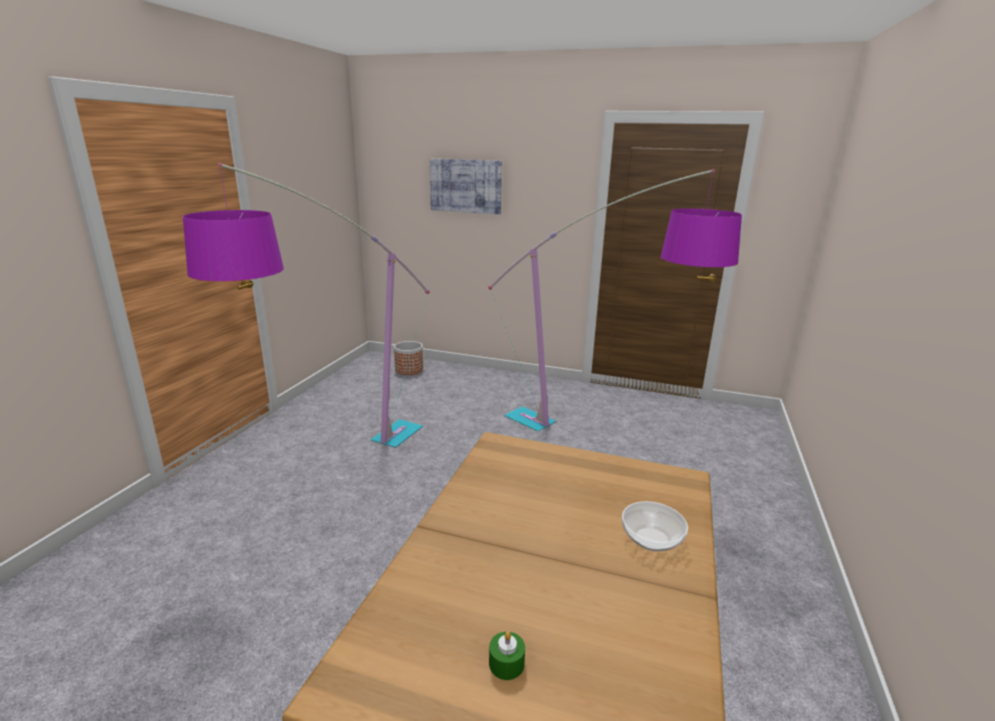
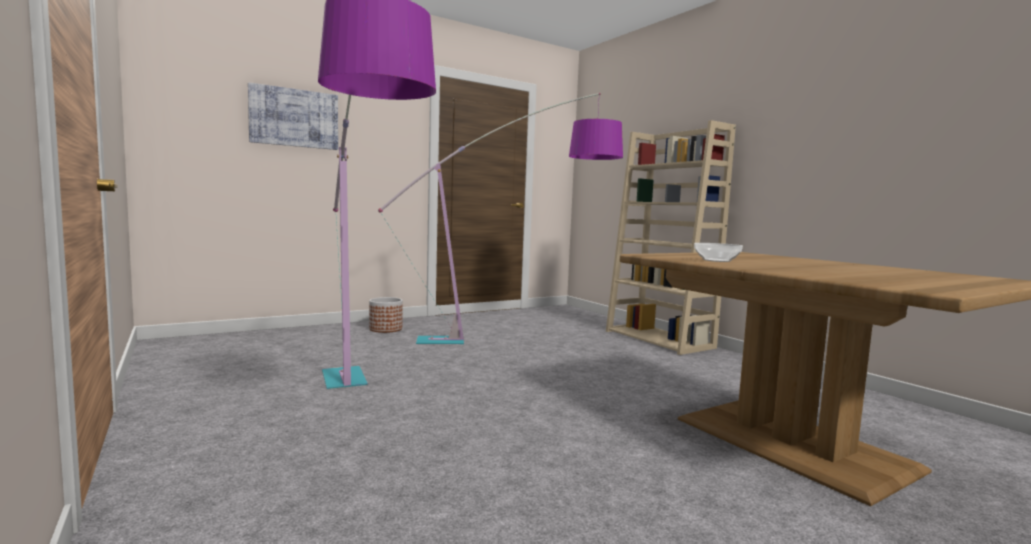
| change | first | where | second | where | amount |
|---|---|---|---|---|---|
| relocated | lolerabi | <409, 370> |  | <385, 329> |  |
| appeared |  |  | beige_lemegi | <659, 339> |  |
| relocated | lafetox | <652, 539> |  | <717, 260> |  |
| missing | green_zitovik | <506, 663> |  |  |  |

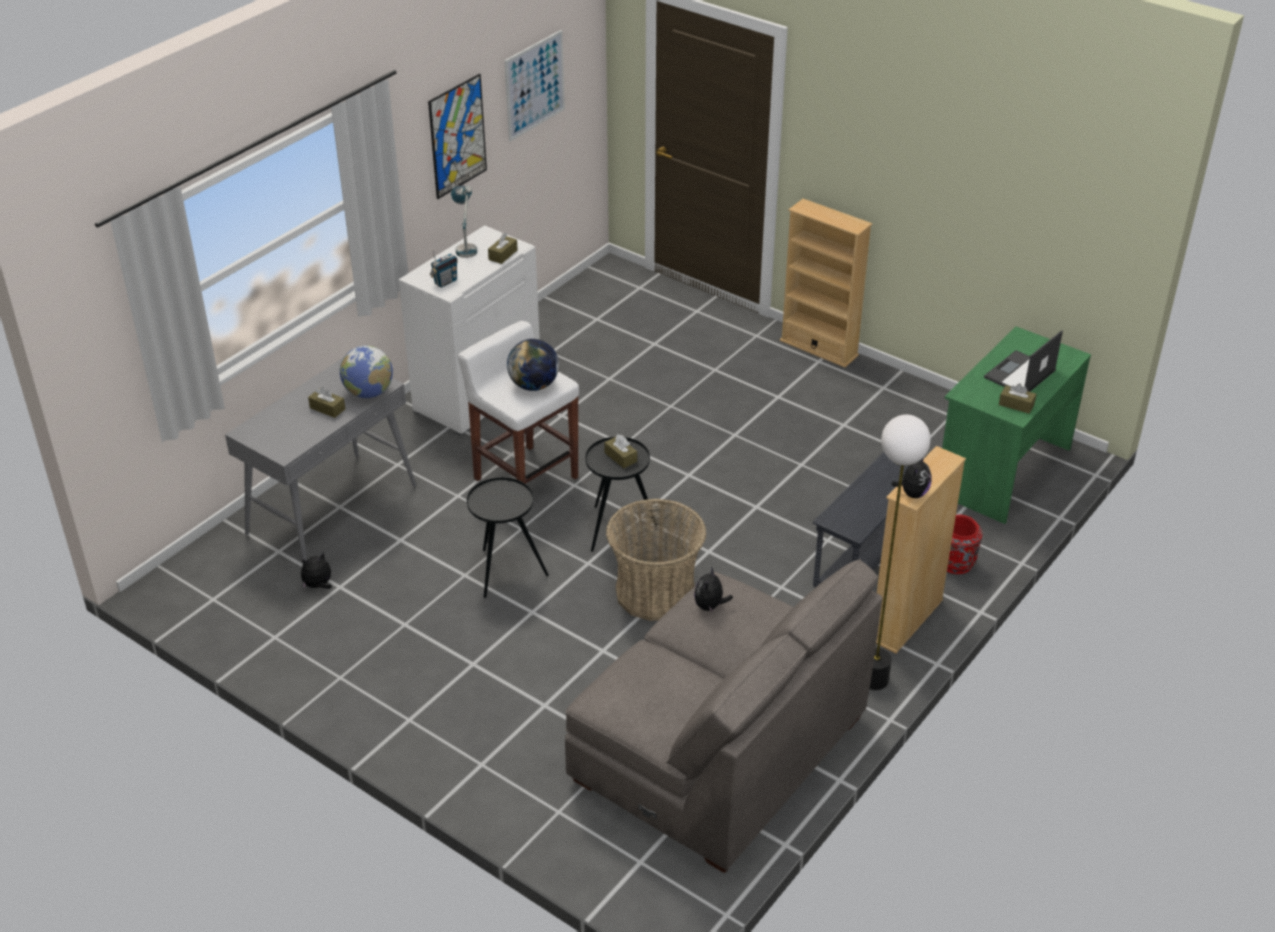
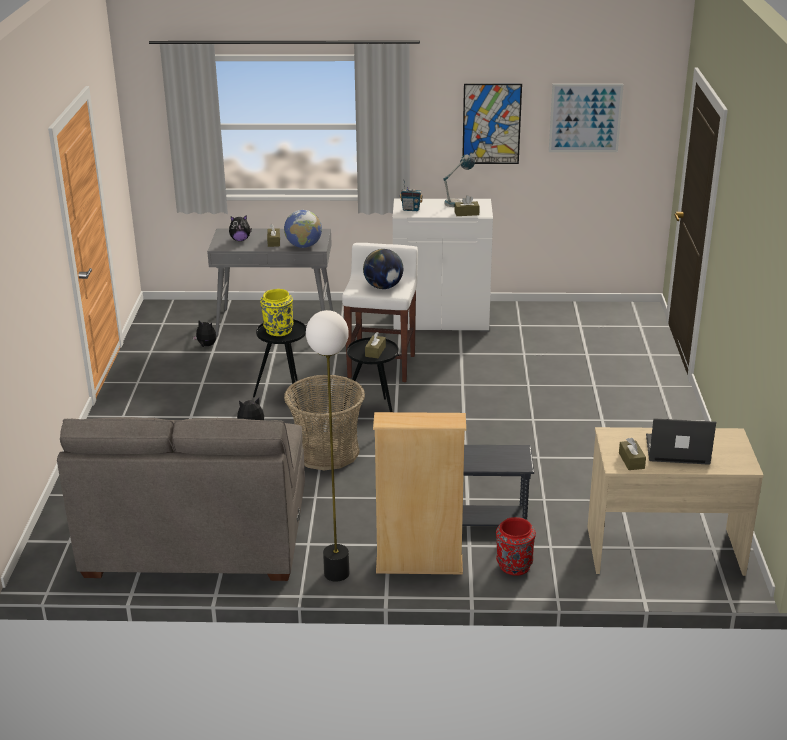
| change | first | where | second | where | amount |
|---|---|---|---|---|---|
| relocated | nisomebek | <912, 493> |  | <240, 240> |  |
| appeared |  |  | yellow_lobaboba | <278, 331> |  |
| colour | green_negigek | <1001, 470> | beige_negigek | <663, 549> |  |
| missing | beige_lemegi | <819, 348> |  |  |  |

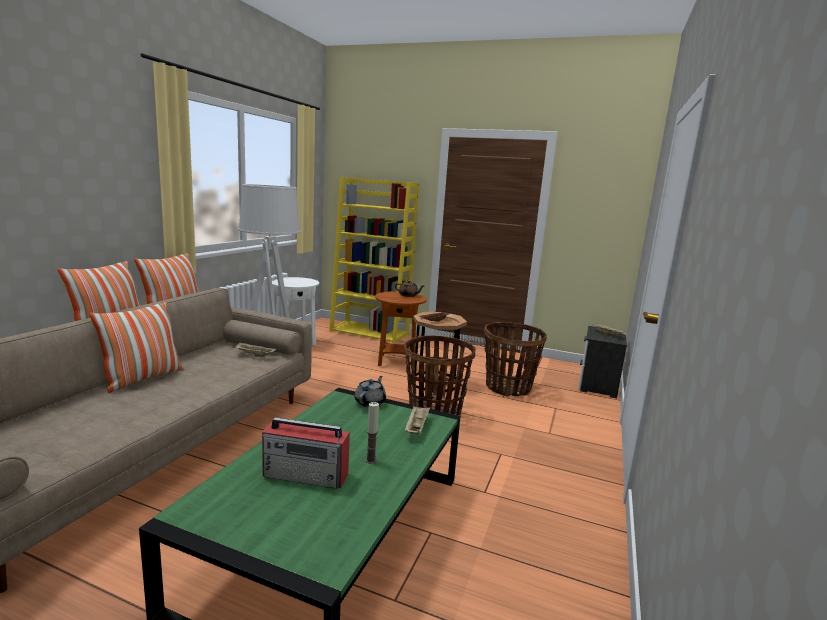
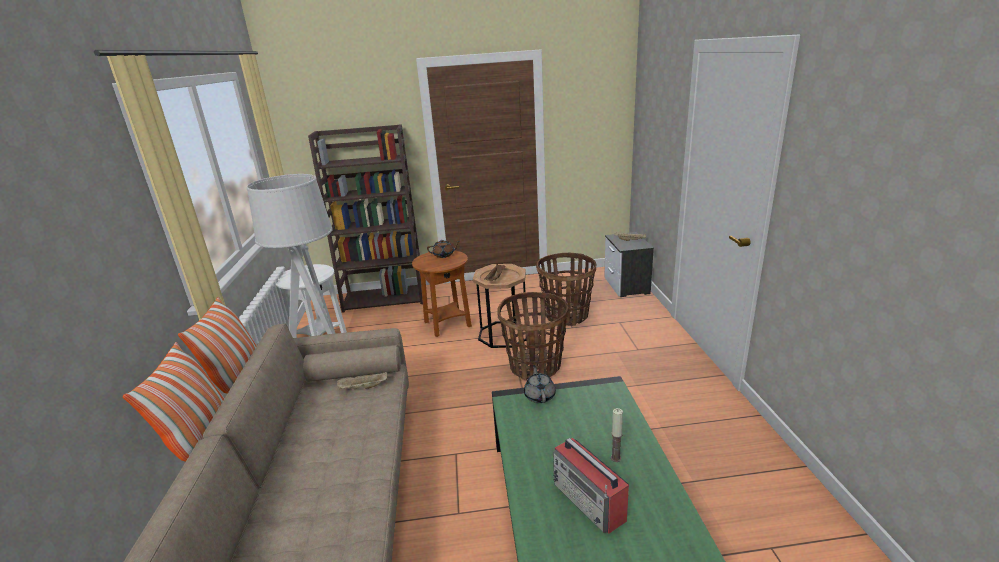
| change | first | where | second | where | amount |
|---|---|---|---|---|---|
| colour | yellow_lemegi | <370, 332> | brown_lemegi | <385, 298> |  |
| spun | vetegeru | <306, 475> |  | <589, 501> | 75 degrees clockwise |
| missing | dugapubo | <143, 378> |  |  |  |
| missing | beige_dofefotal | <416, 428> |  |  |  |

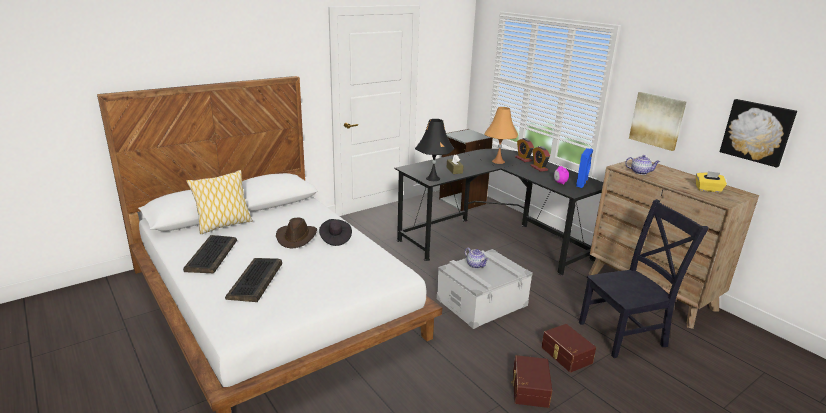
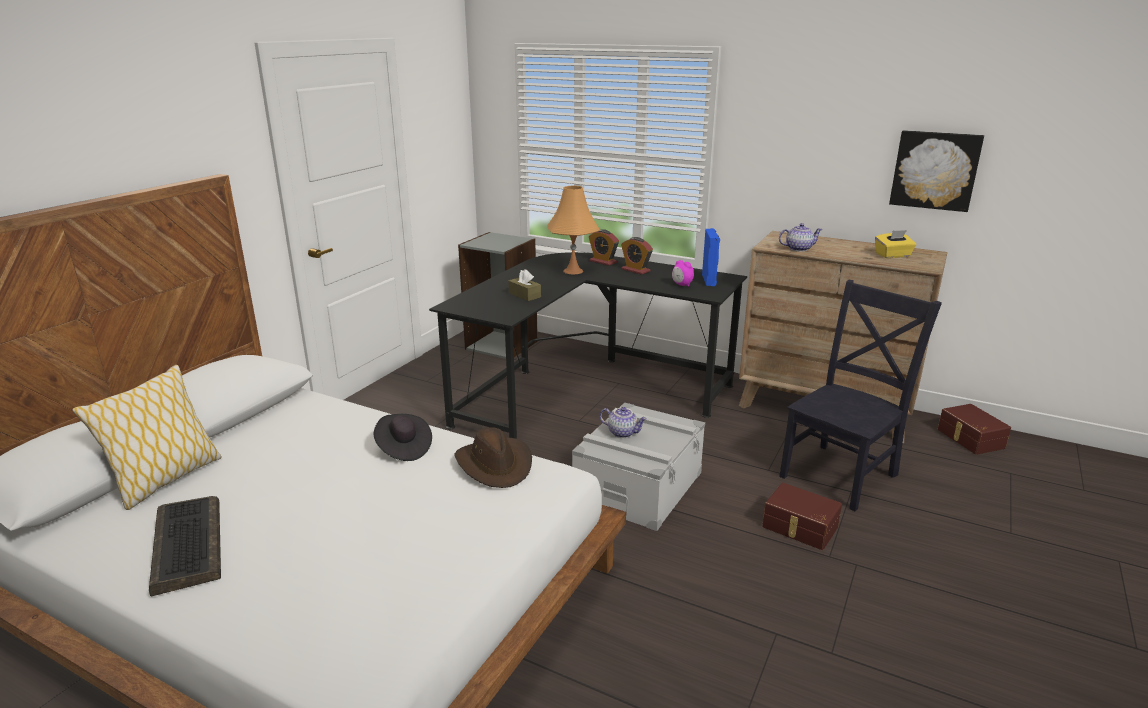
| change | first | where | second | where | amount |
|---|---|---|---|---|---|
| relocated | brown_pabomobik | <296, 237> |  | <495, 465> |  |
| relocated | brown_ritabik | <529, 388> |  | <969, 439> |  |
| missing | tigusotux | <255, 281> |  |  |  |
| missing | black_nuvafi | <433, 178> |  |  |  |
| missing | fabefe | <657, 120> |  |  |  |

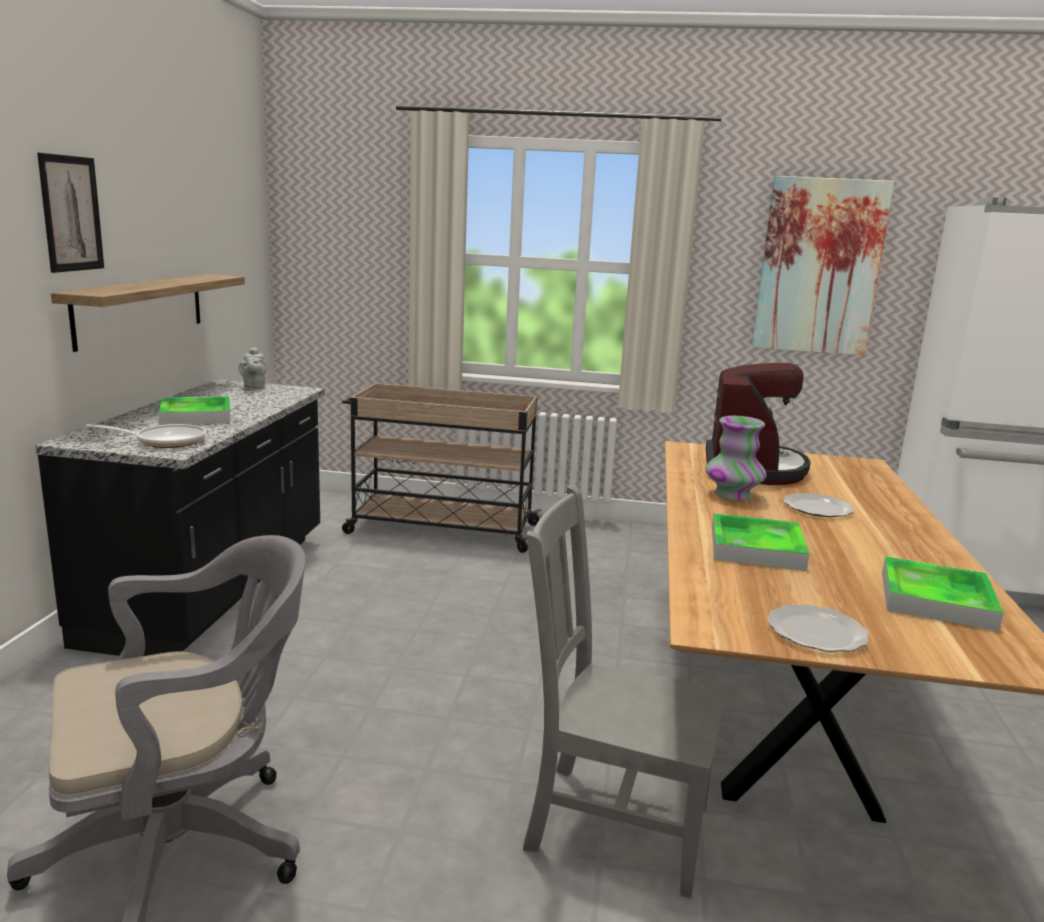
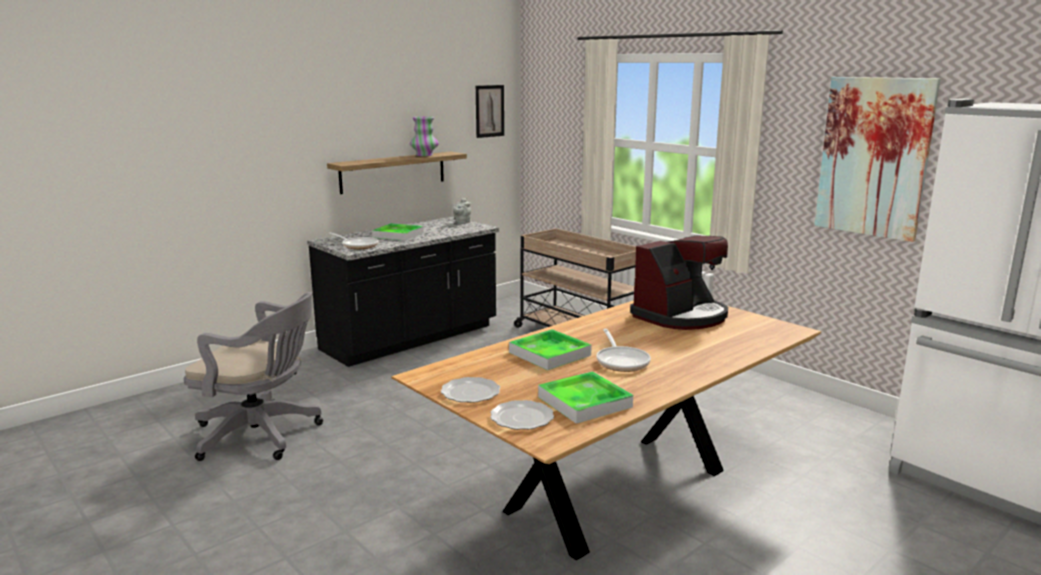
| change | first | where | second | where | amount |
|---|---|---|---|---|---|
| relocated | lobaboba | <732, 495> |  | <424, 155> |  |
| relocated | fabefe | <71, 213> |  | <489, 111> |  |
| relocated | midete | <818, 508> |  | <522, 418> |  |
| appeared |  |  | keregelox | <621, 361> |  |
| missing | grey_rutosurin | <611, 823> |  |  |  |

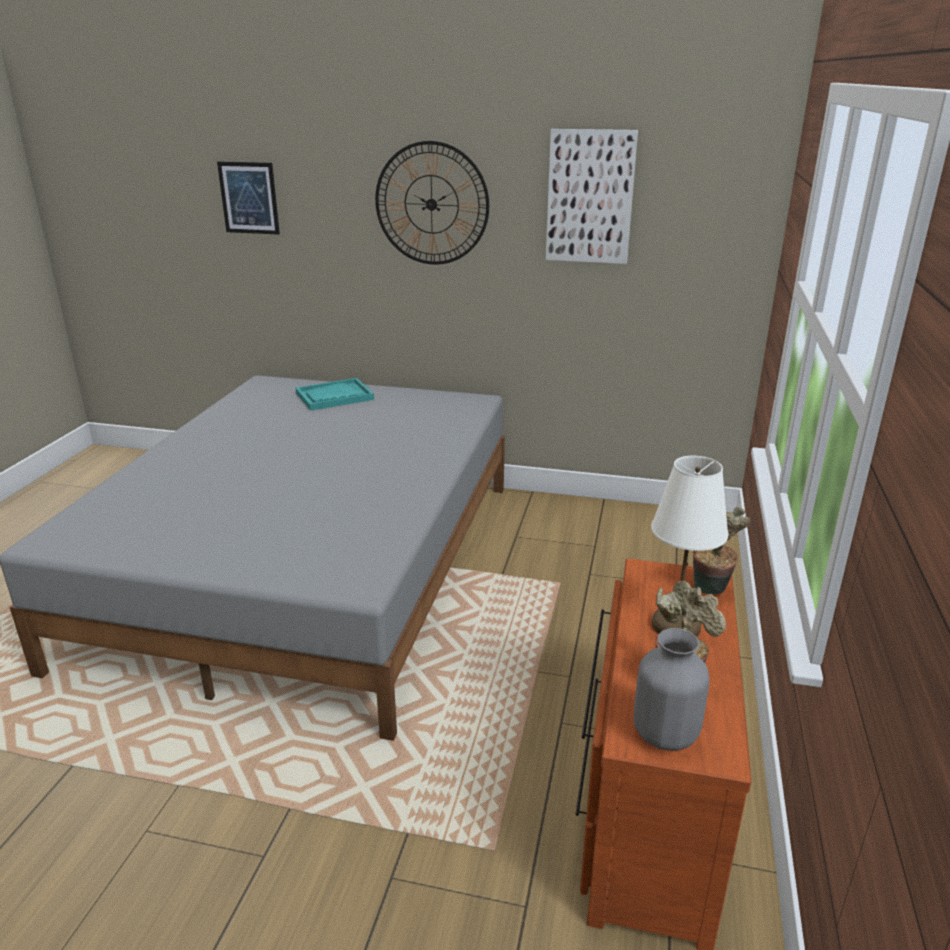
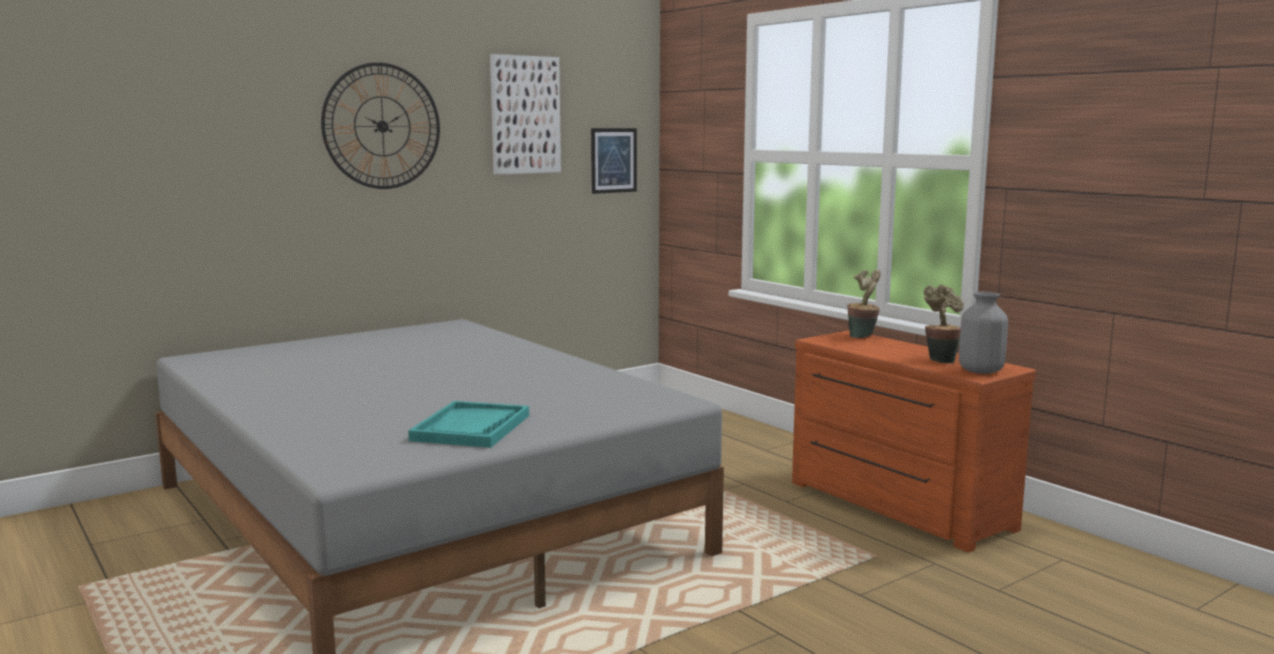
| change | first | where | second | where | amount |
|---|---|---|---|---|---|
| relocated | turquoise_dofefotal | <334, 396> |  | <471, 428> |  |
| relocated | fabefe | <249, 198> |  | <613, 160> |  |
| missing | white_nuvafi | <676, 626> |  |  |  |

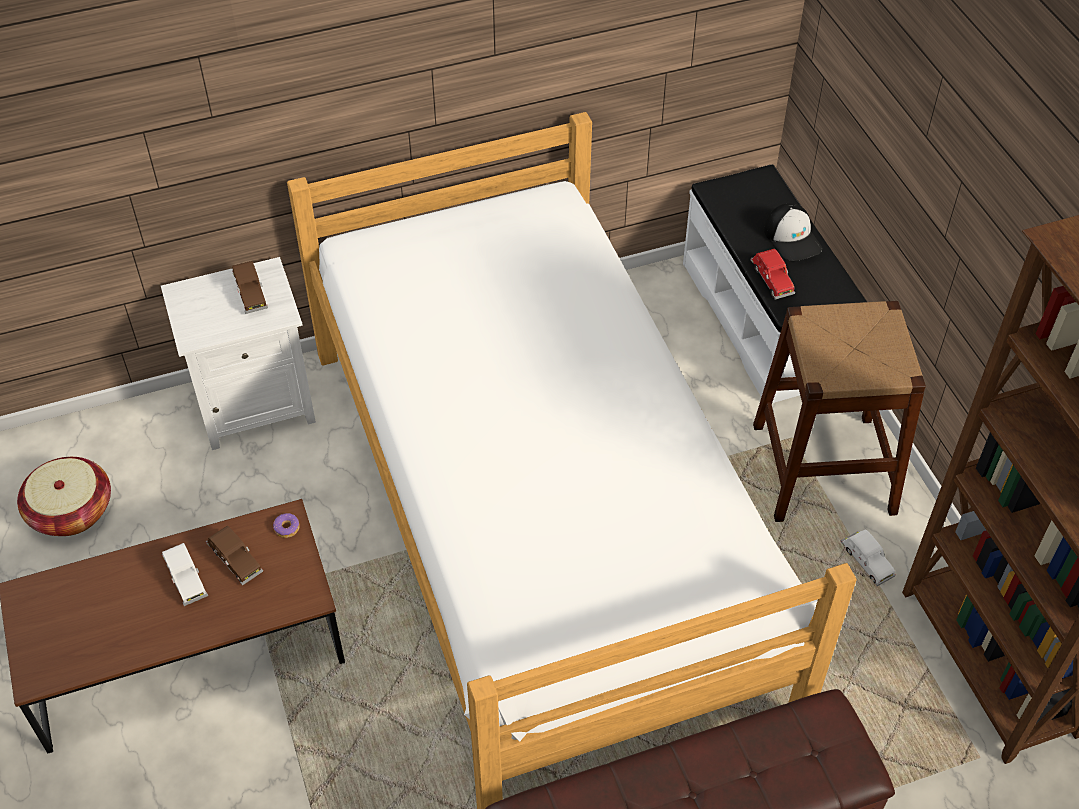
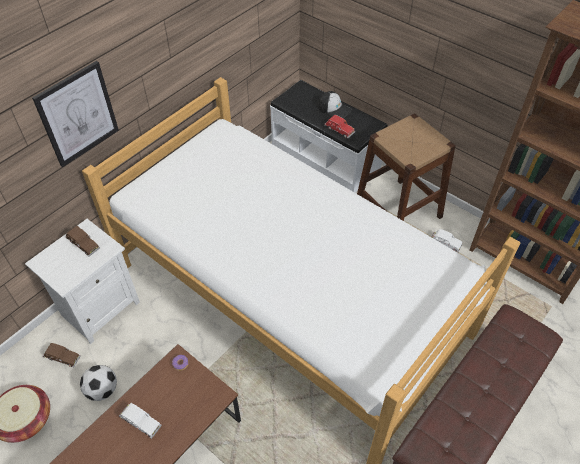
| change | first | where | second | where | amount |
|---|---|---|---|---|---|
| appeared |  |  | fabefe | <78, 114> |  |
| relocated | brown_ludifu | <235, 560> |  | <62, 358> |  |
| appeared |  |  | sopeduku | <102, 390> |  |

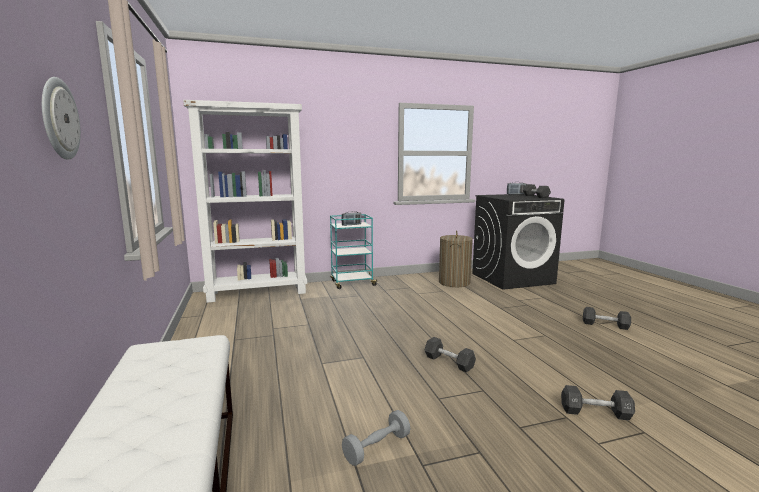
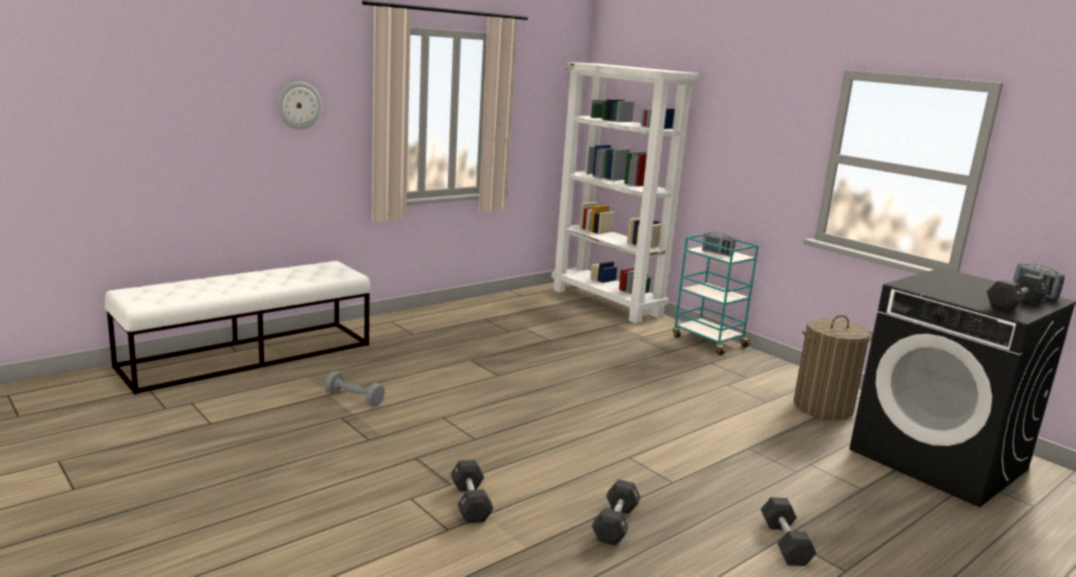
| change | first | where | second | where | amount |
|---|---|---|---|---|---|
| relocated | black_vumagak | <449, 362> |  | <615, 523> |  |

